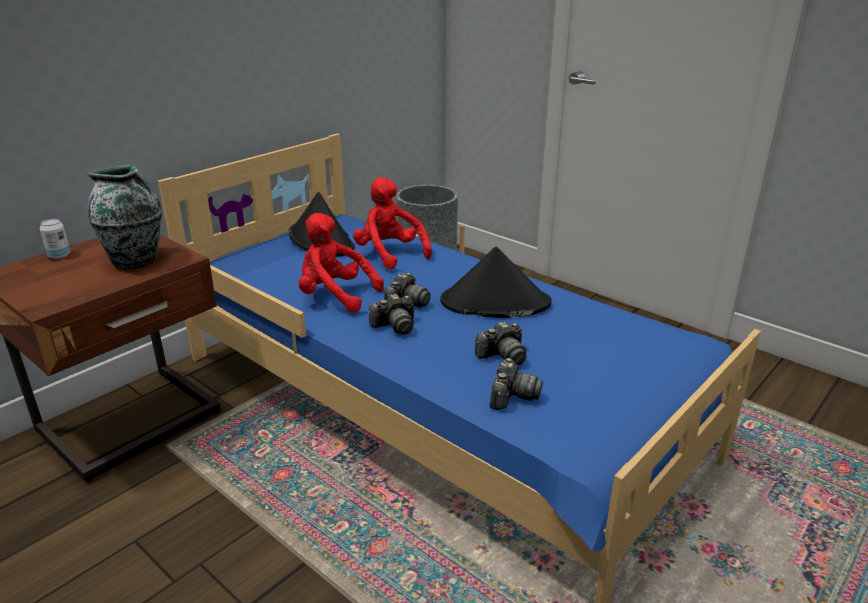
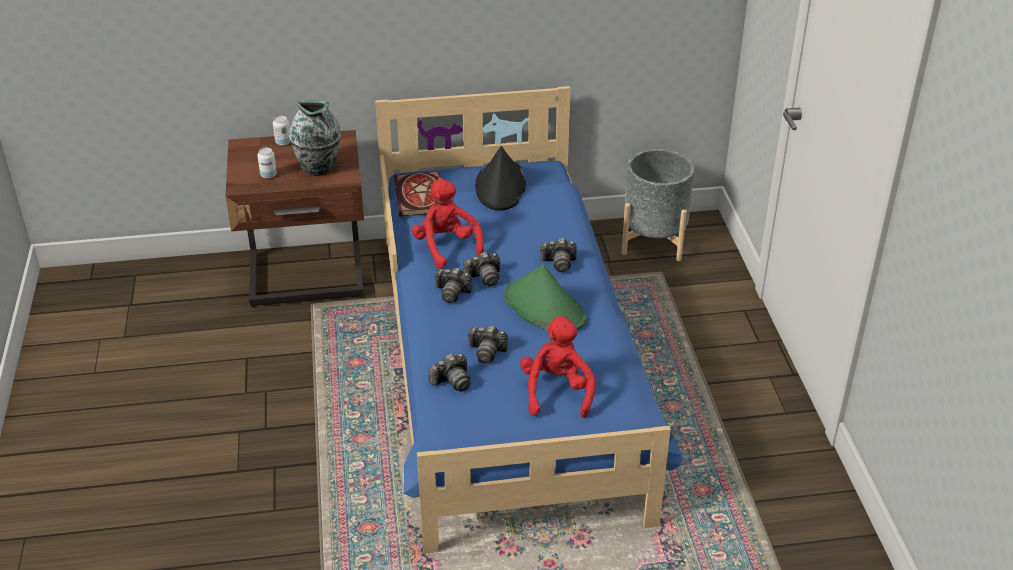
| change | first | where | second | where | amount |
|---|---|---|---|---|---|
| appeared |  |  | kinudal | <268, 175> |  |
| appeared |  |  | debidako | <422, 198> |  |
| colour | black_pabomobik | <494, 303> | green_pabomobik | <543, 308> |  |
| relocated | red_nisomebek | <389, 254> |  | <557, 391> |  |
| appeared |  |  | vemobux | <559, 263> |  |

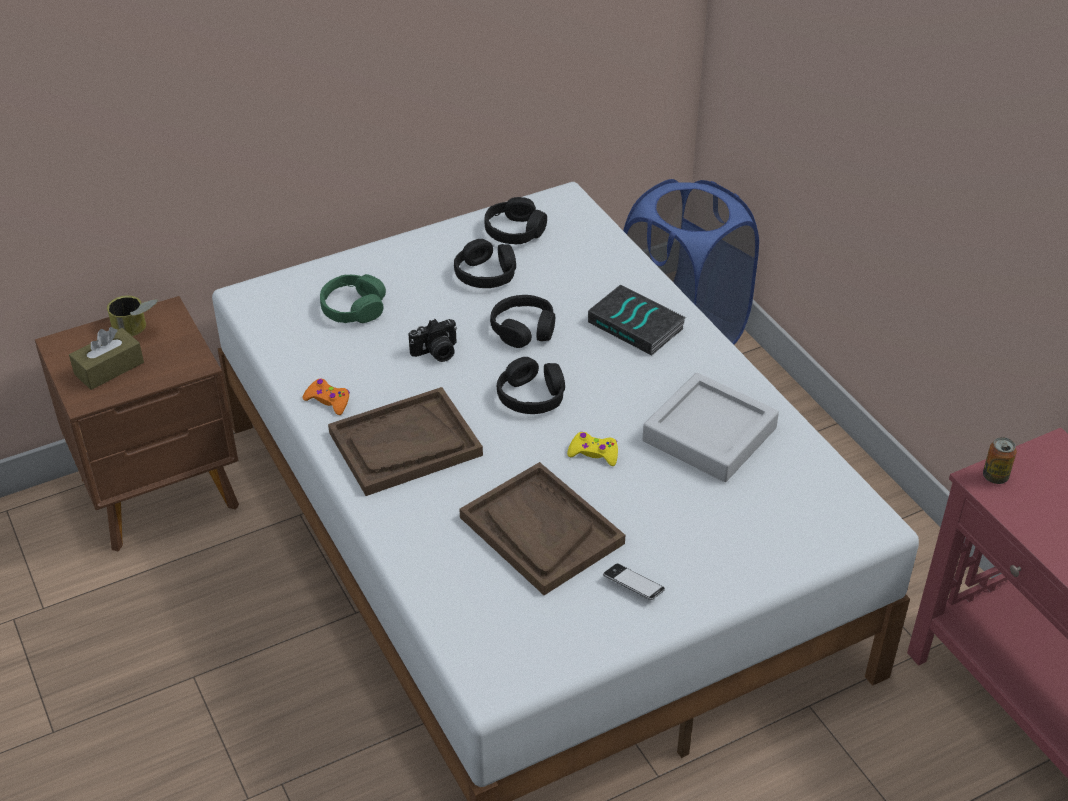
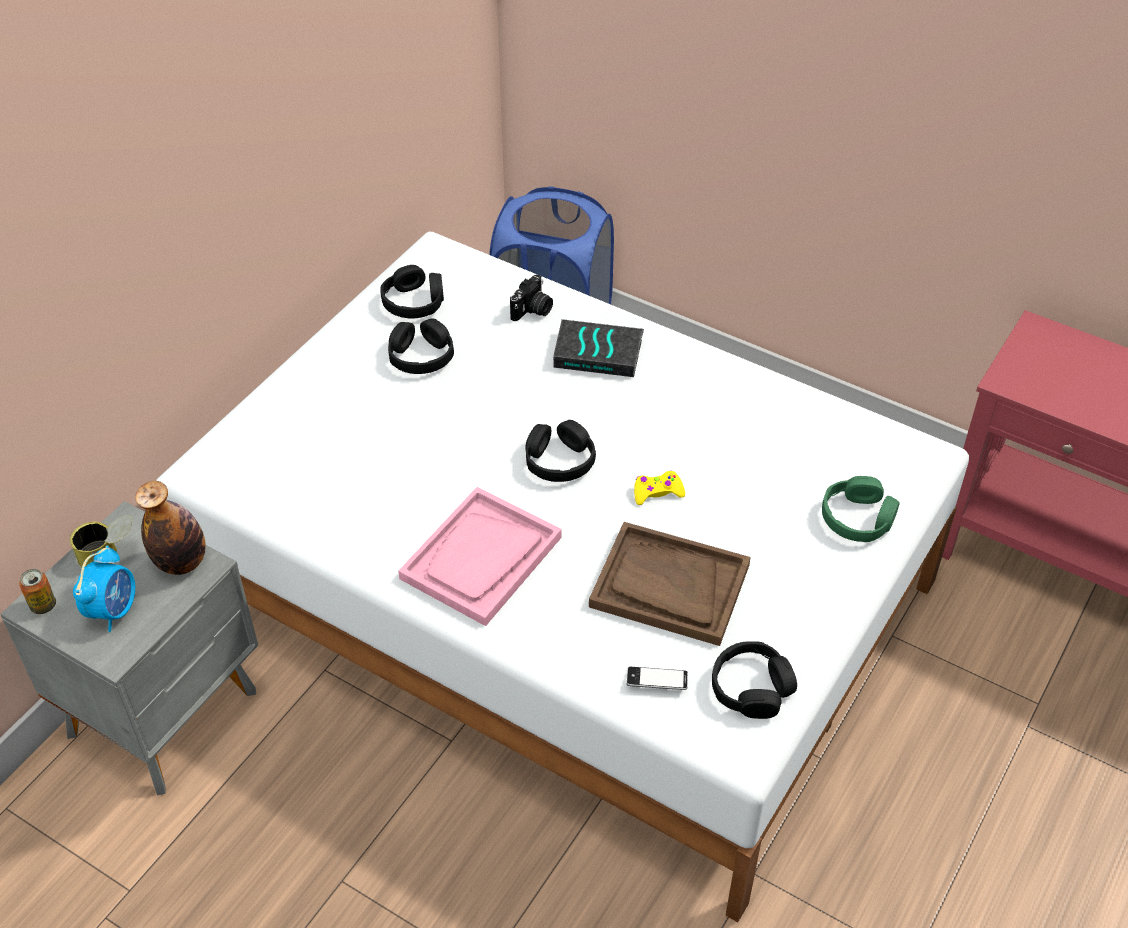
| change | first | where | second | where | amount |
|---|---|---|---|---|---|
| colour | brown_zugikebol | <162, 494> | grey_zugikebol | <167, 713> |  |
| relocated | kinudal | <995, 476> |  | <43, 605> |  |
| exchanged | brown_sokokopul | <109, 368> | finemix | <113, 610> |  |
| appeared |  |  | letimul | <181, 562> |  |
| colour | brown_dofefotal | <405, 444> | pink_dofefotal | <481, 558> |  |
| relocated | vemobux | <436, 353> |  | <532, 310> |  |
| relocated | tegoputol | <633, 585> |  | <657, 681> |  |
| relocated | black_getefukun | <523, 329> |  | <751, 688> |  |
| relocated | green_getefukun | <353, 308> |  | <857, 518> |  |
| missing | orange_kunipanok | <328, 401> |  |  |  |
| missing | grey_dofefotal | <709, 434> |  |  |  |

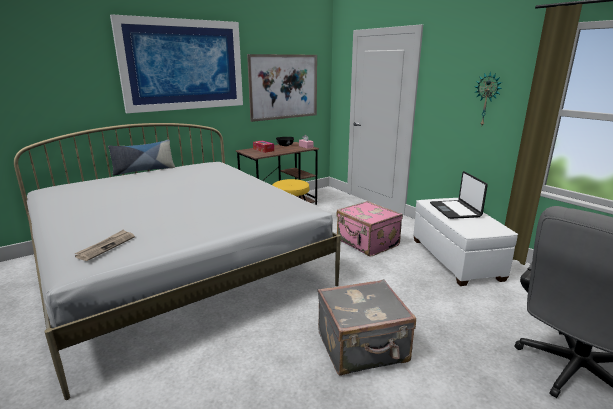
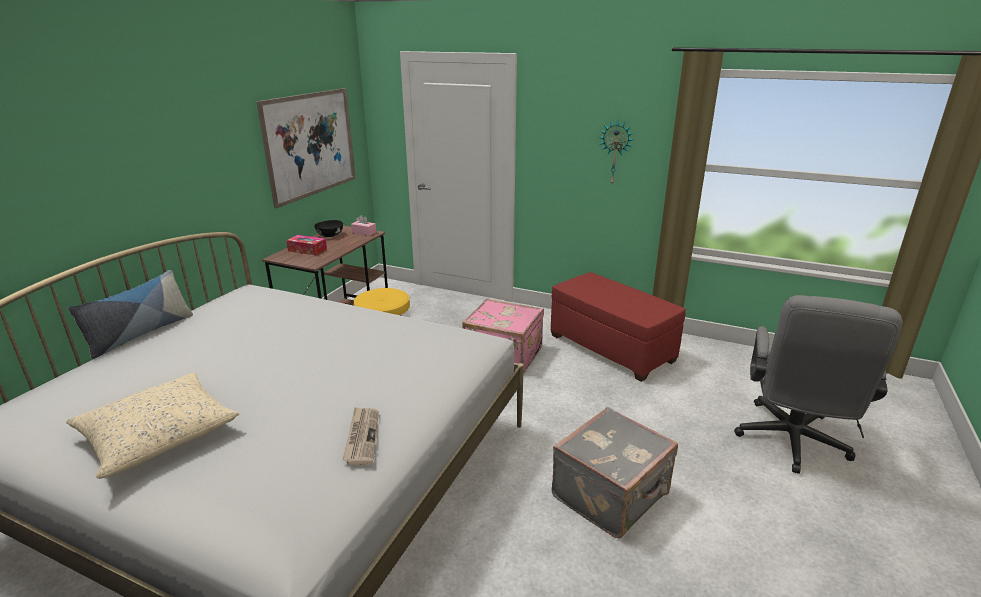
| change | first | where | second | where | amount |
|---|---|---|---|---|---|
| appeared |  |  | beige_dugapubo | <159, 435> |  |
| relocated | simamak | <106, 246> |  | <362, 437> |  |
| colour | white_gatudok | <455, 259> | red_gatudok | <611, 348> |  |
| missing | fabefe | <183, 65> |  |  |  |
| missing | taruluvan | <455, 210> |  |  |  |

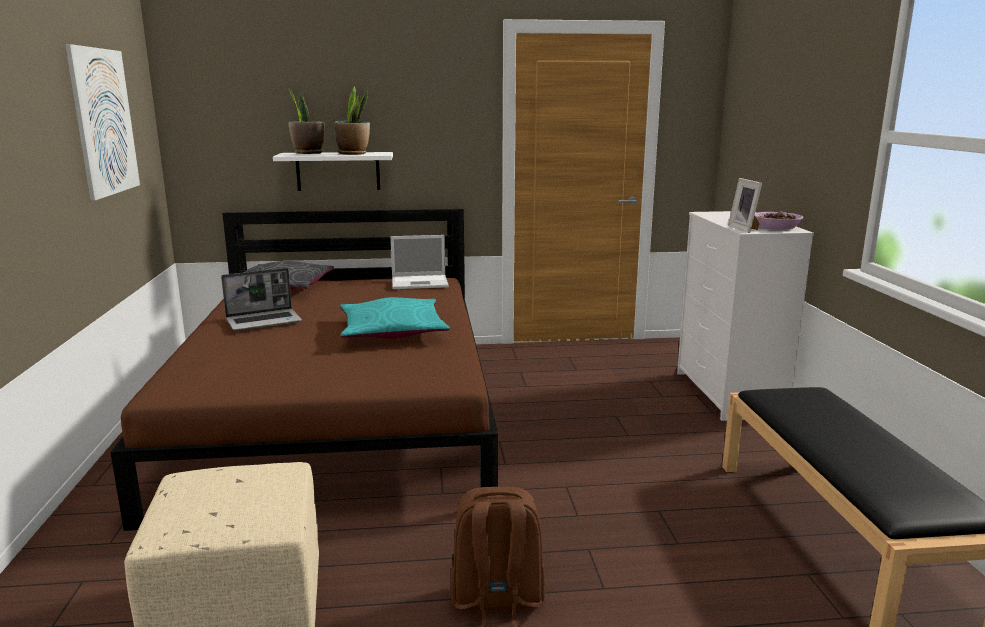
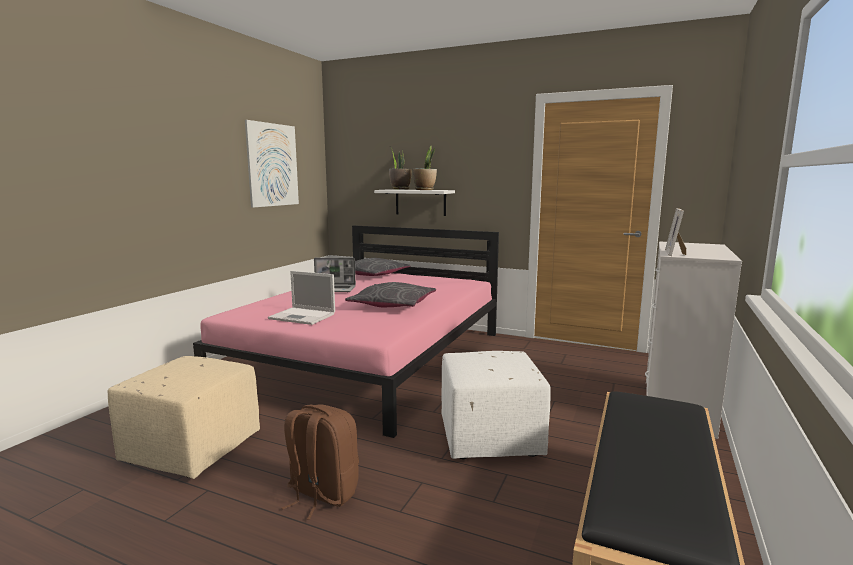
| change | first | where | second | where | amount |
|---|---|---|---|---|---|
| colour | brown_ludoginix | <340, 414> | pink_ludoginix | <370, 359> |  |
| relocated | taruluvan | <421, 282> |  | <303, 316> |  |
| colour | turquoise_dugapubo | <392, 331> | grey_dugapubo | <392, 305> |  |
| appeared |  |  | white_gatudok | <491, 439> |  |
| missing | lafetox | <776, 227> |  |  |  |

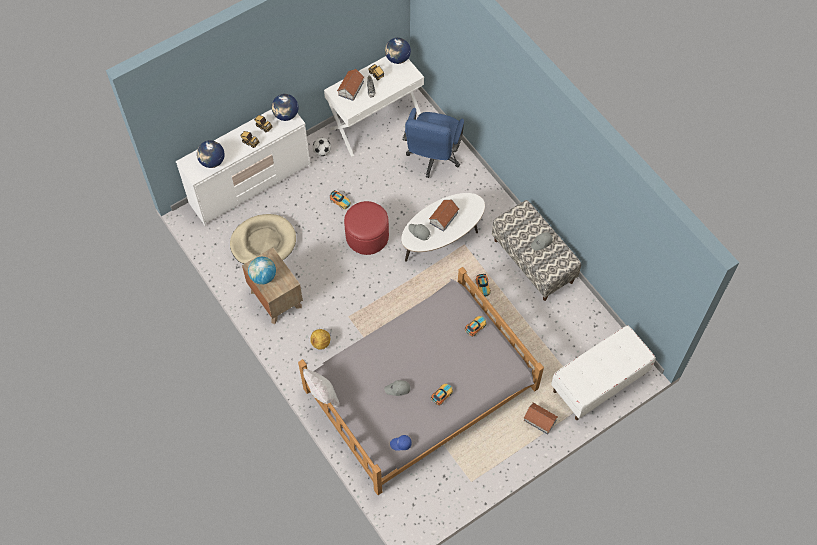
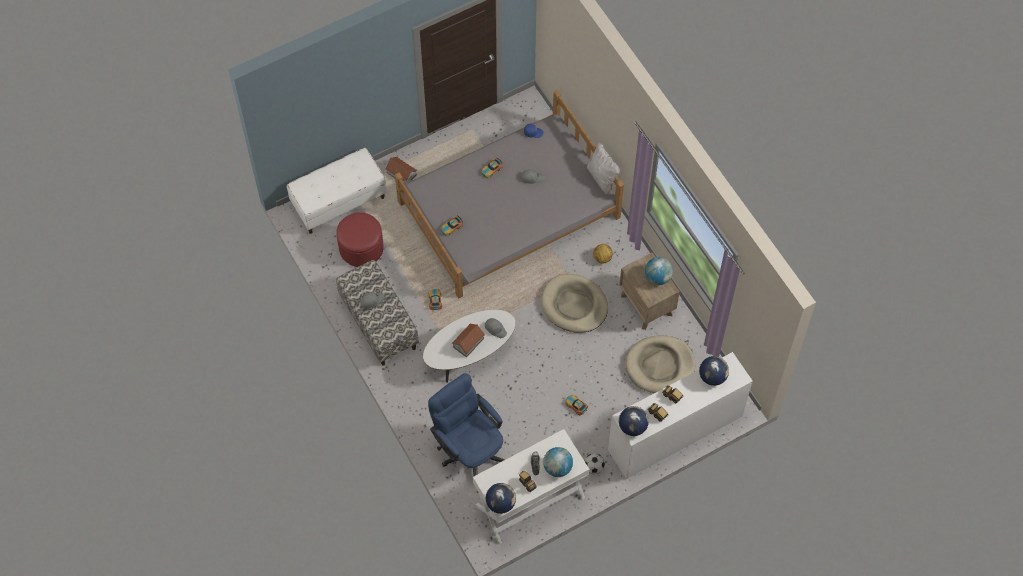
| change | first | where | second | where | amount |
|---|---|---|---|---|---|
| relocated | red_gatudok | <367, 236> |  | <361, 248> |  |
| spun | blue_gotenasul | <433, 158> |  | <469, 449> | 60 degrees counterclockwise |
| appeared |  |  | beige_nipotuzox | <574, 305> |  |
| exchanged | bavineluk | <351, 88> | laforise | <557, 467> |  |

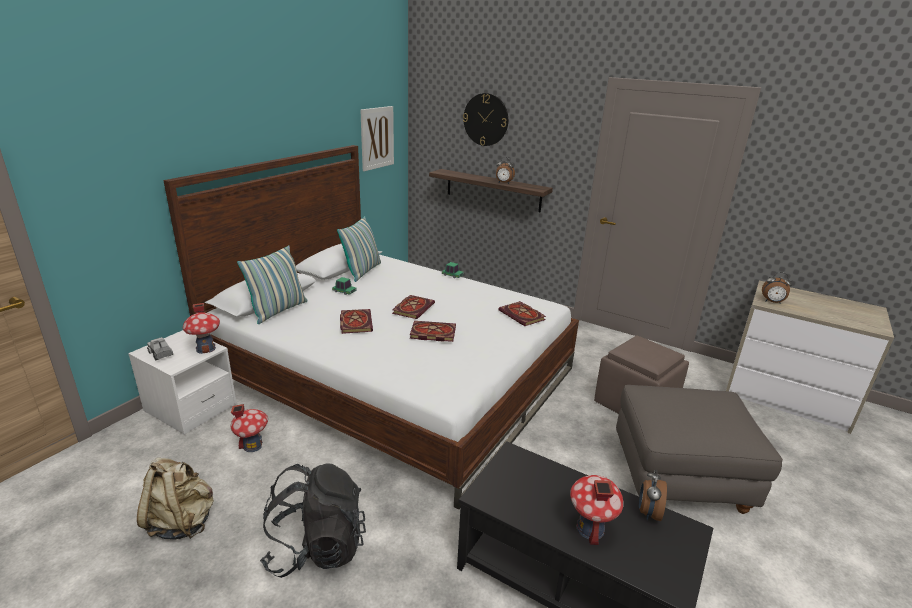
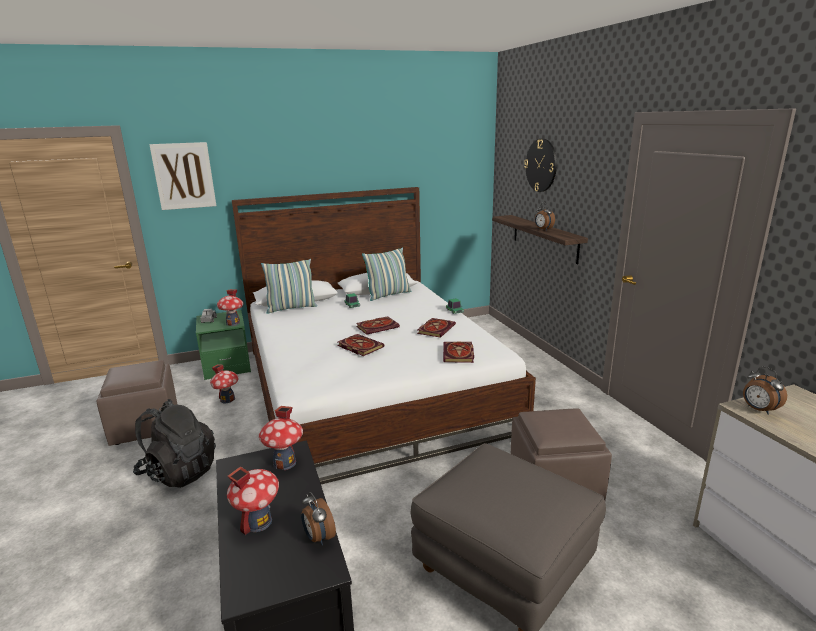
| change | first | where | second | where | amount |
|---|---|---|---|---|---|
| exchanged | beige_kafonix | <182, 522> | brown_gatudok | <145, 426> |  |
| relocated | fabefe | <377, 138> |  | <184, 176> |  |
| colour | white_zugikebol | <190, 408> | green_zugikebol | <227, 366> |  |
| appeared |  |  | bavineluk | <284, 463> |  |
| spun | finemix | <648, 512> |  | <318, 537> | 90 degrees counterclockwise |
| relocated | debidako | <355, 322> |  | <436, 329> |  |

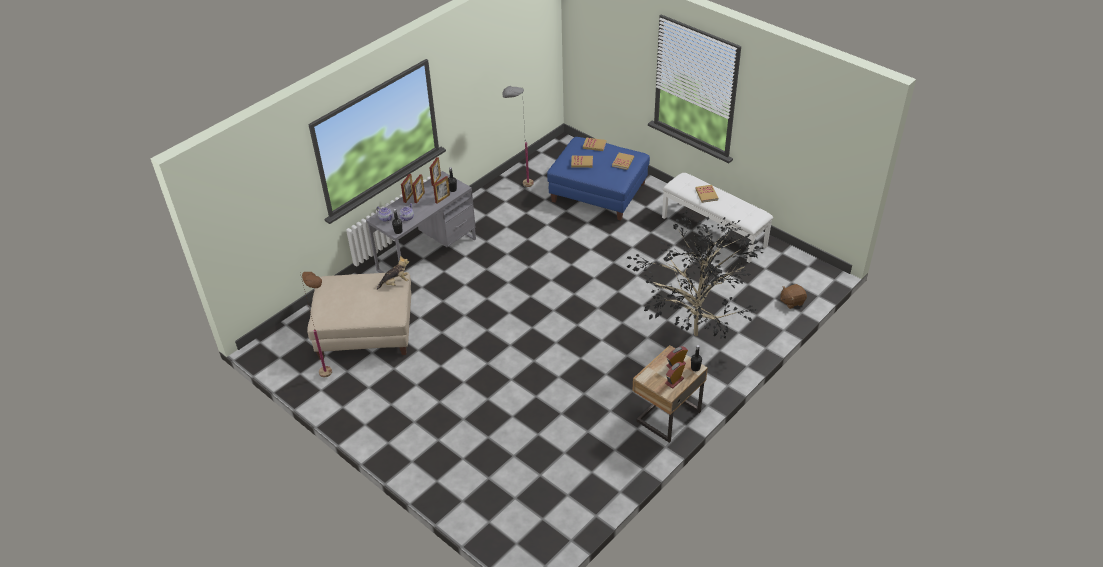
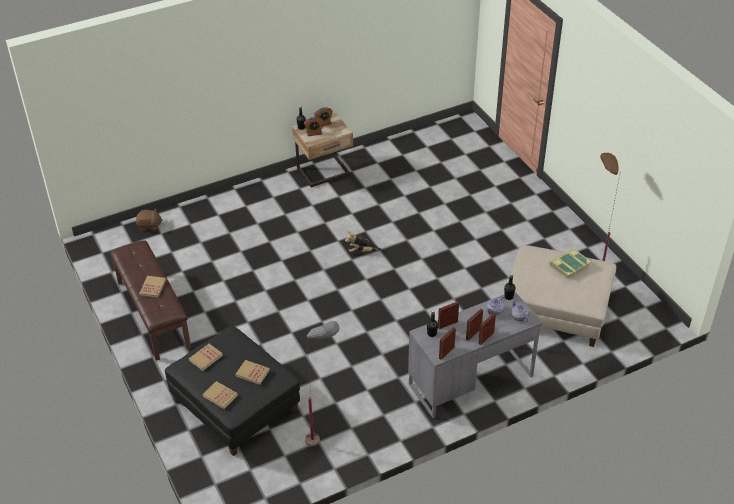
| change | first | where | second | where | amount |
|---|---|---|---|---|---|
| colour | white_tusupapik | <714, 231> | brown_tusupapik | <152, 314> |  |
| colour | blue_gatudok | <598, 192> | black_gatudok | <235, 405> |  |
| relocated | nisomebek | <395, 283> |  | <362, 251> |  |
| appeared |  |  | debidako | <569, 266> |  |
| missing | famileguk | <698, 335> |  |  |  |

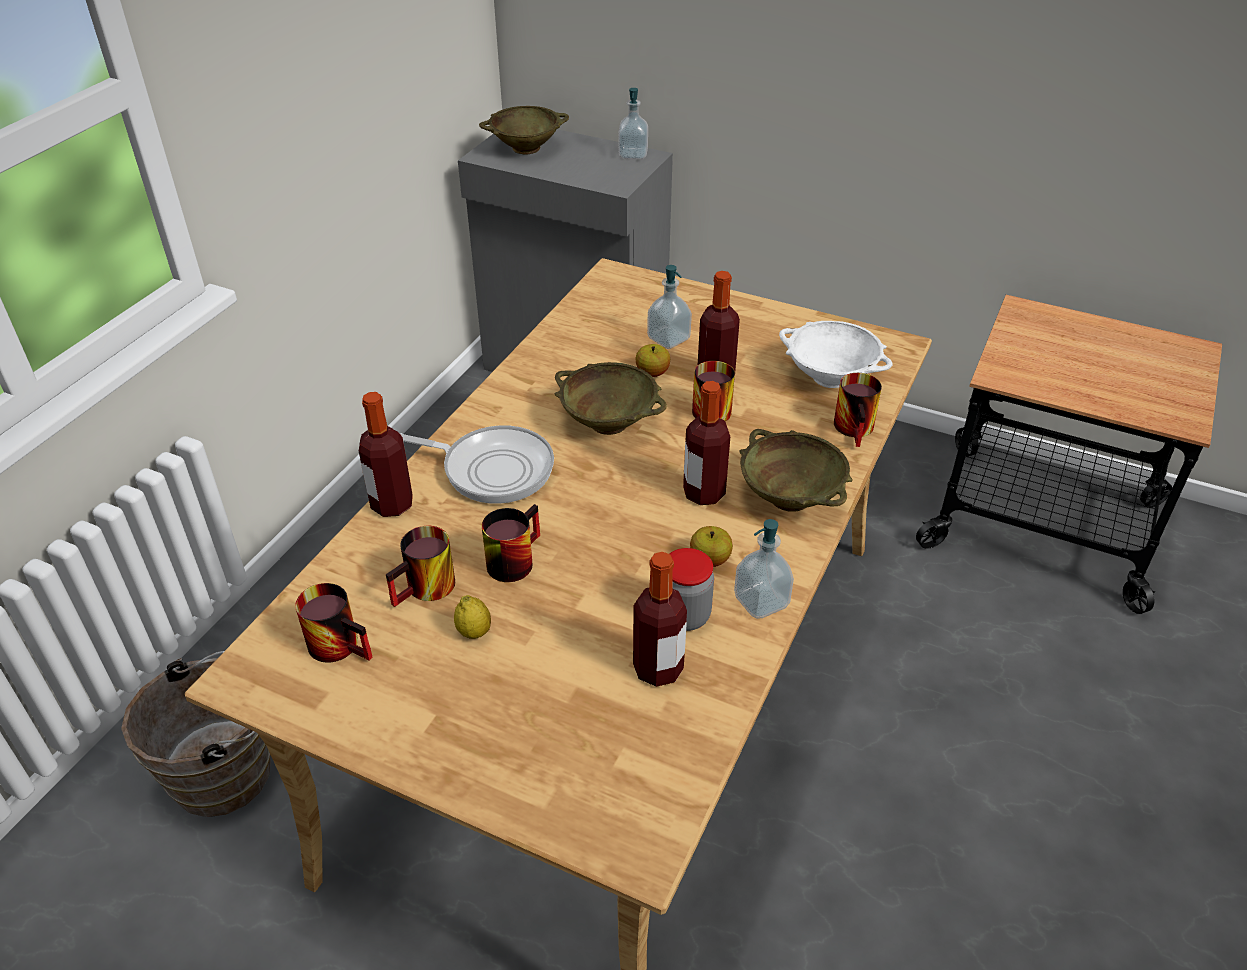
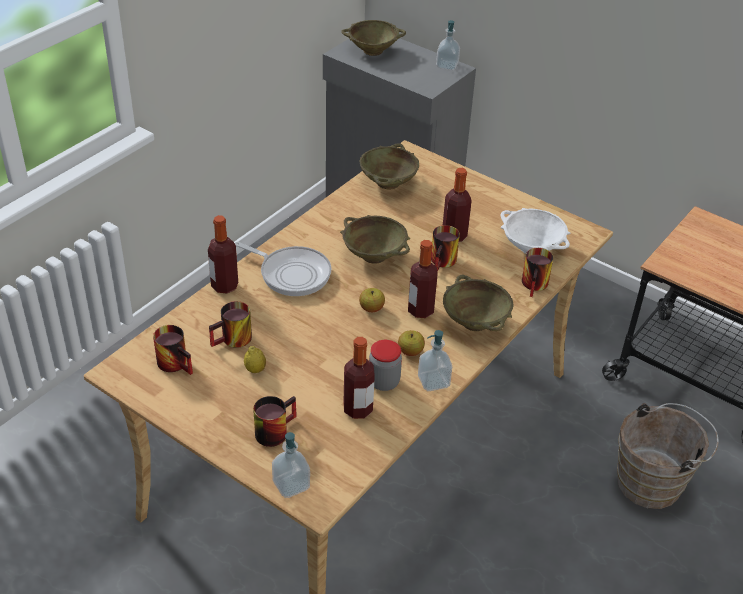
| change | first | where | second | where | amount |
|---|---|---|---|---|---|
| relocated | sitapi | <511, 558> |  | <273, 429> |  |
| relocated | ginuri | <668, 339> |  | <291, 485> |  |
| appeared |  |  | beige_lafetox | <388, 182> |  |
| relocated | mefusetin | <652, 373> |  | <371, 308> |  |
| relocated | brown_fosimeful | <231, 771> |  | <654, 482> |  |

